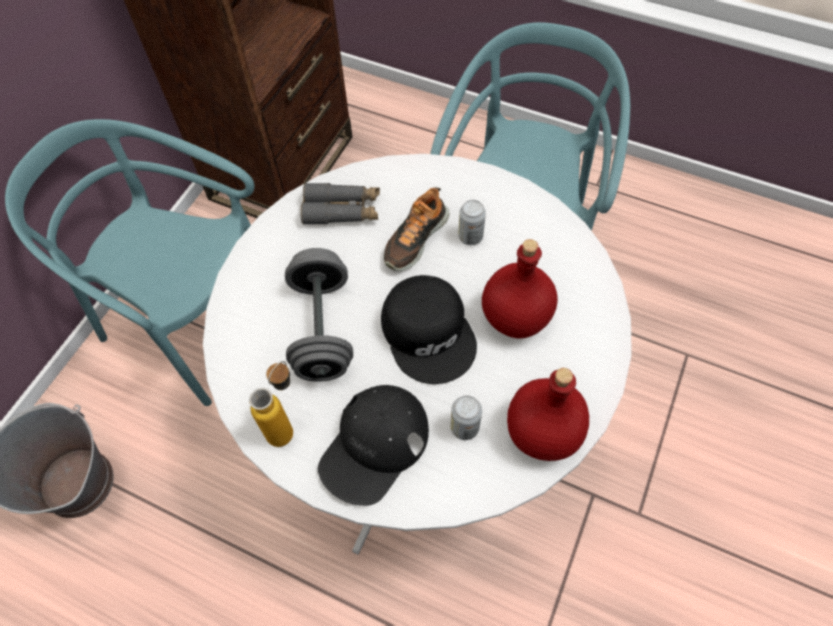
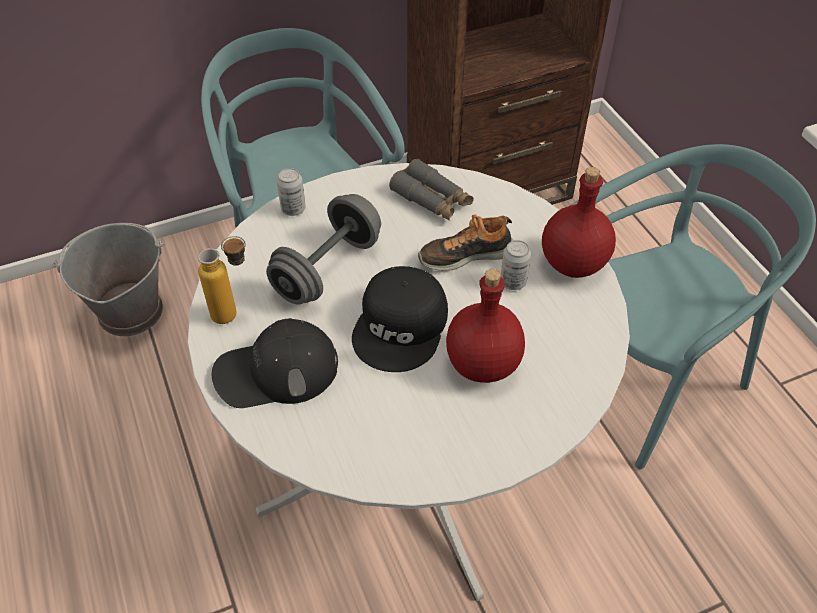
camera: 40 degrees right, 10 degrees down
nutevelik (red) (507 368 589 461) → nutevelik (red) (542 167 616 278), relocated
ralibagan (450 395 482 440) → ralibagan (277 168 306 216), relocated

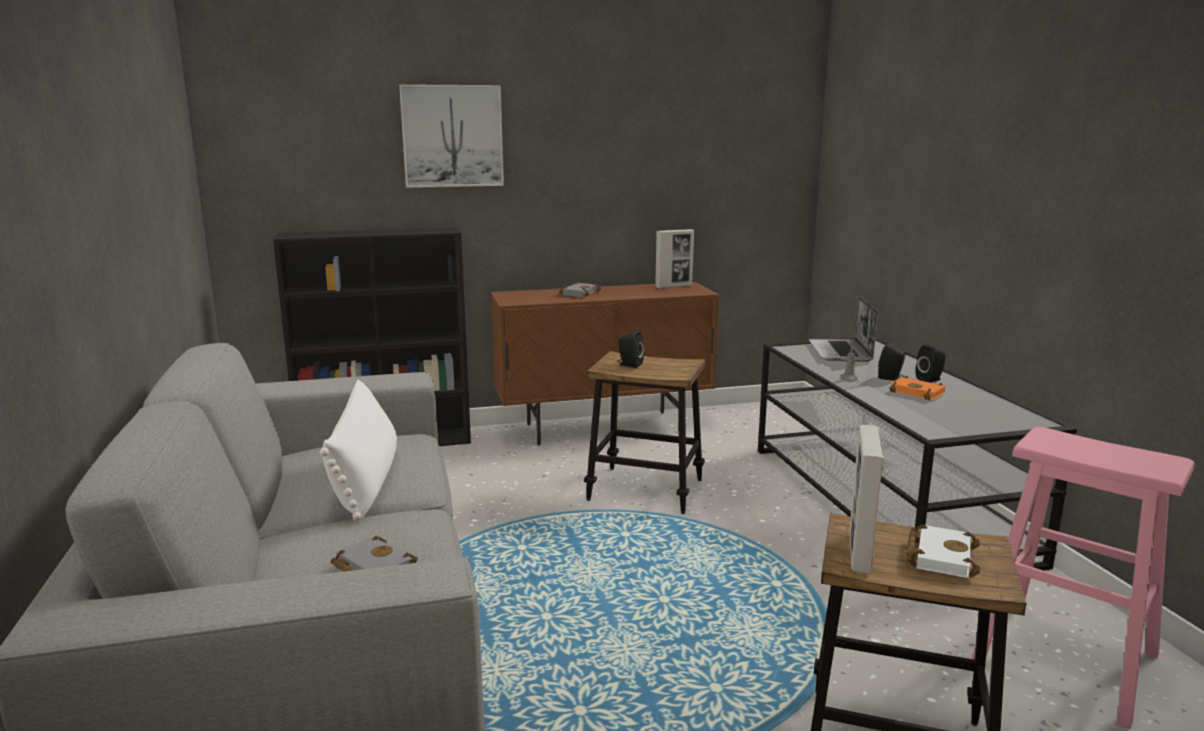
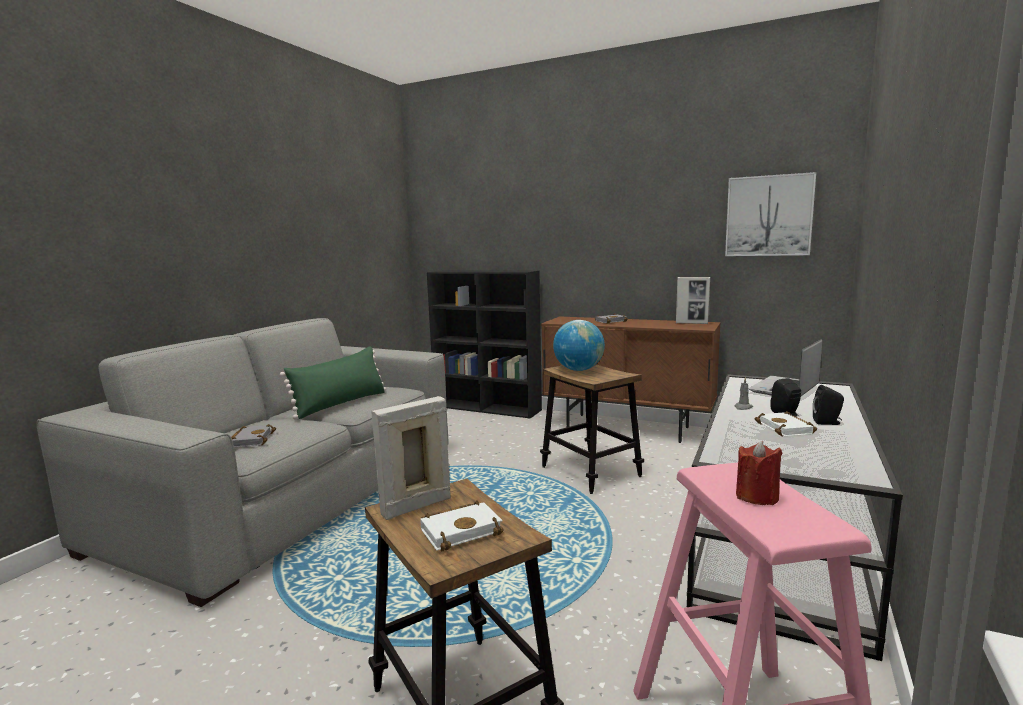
camera: 40 degrees right, 5 degrees down
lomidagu (399 84 504 188) → lomidagu (725 172 816 256), relocated
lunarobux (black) (618 331 644 368) → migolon (553 320 605 371)
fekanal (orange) (889 375 945 400) → fekanal (white) (754 411 817 436)
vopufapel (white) (320 380 397 521) → vopufapel (green) (280 346 386 419)
- → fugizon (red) (736 441 783 505)

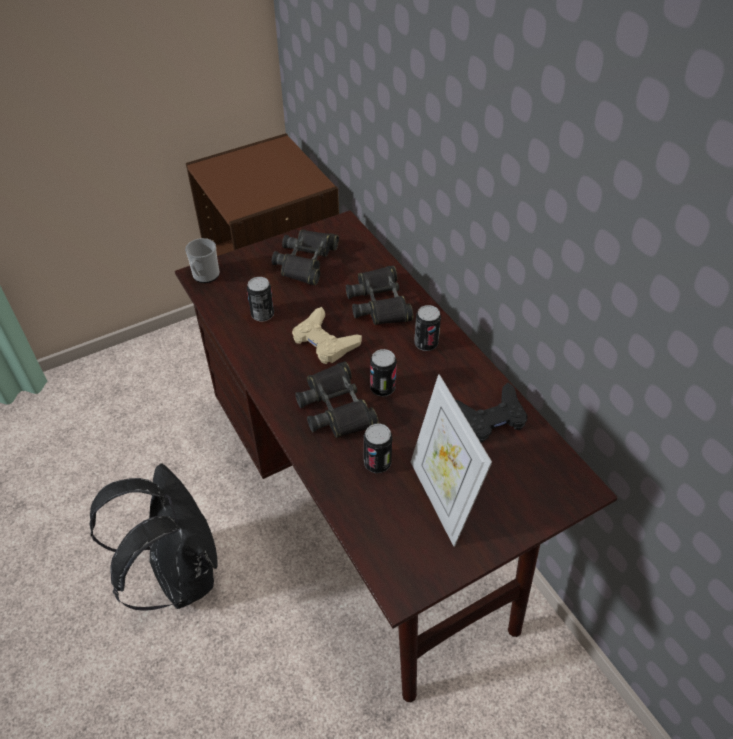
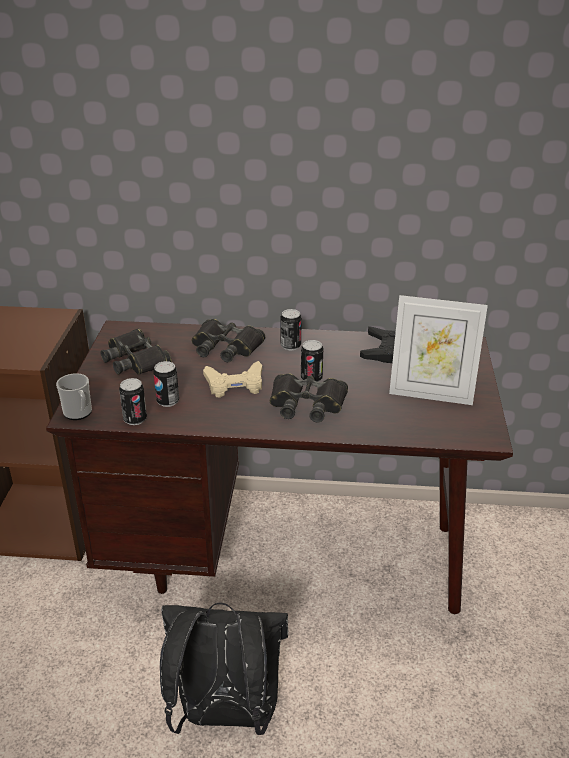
camera: 55 degrees left, 15 degrees down
ralibagan (364 424 392 473) → ralibagan (119 378 147 425), relocated

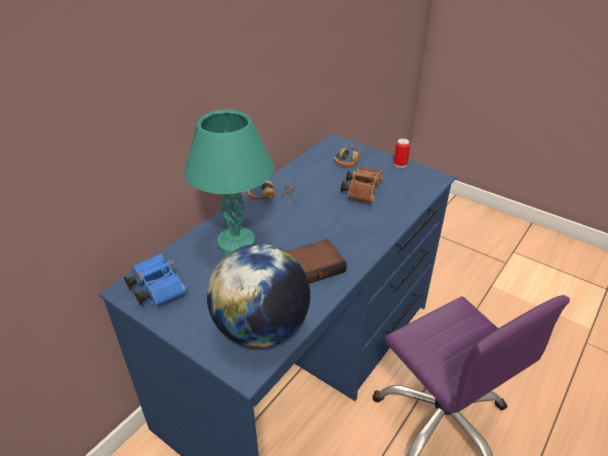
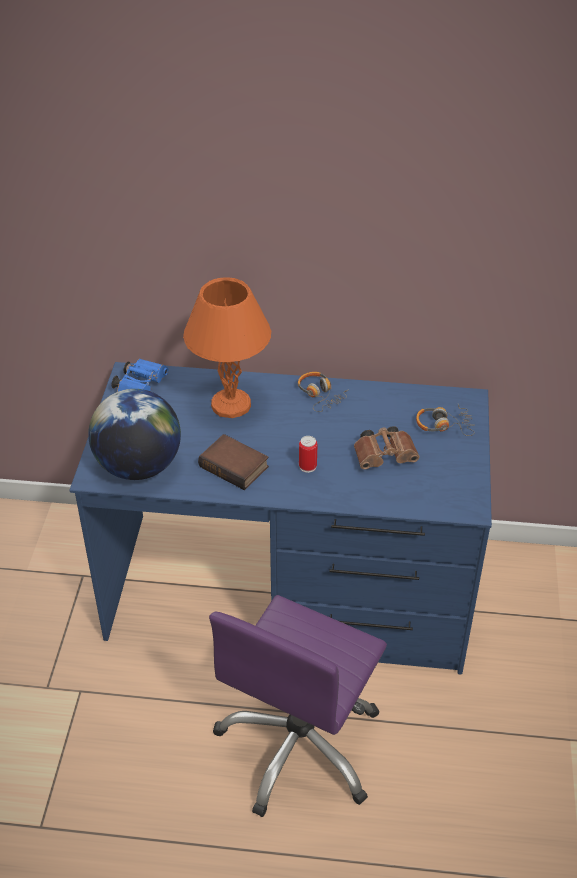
camera: 60 degrees right, 5 degrees up
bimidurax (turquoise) (184 109 274 254) → bimidurax (orange) (183 277 271 418)
ralibagan (394 138 410 168) → ralibagan (299 436 317 473), relocated

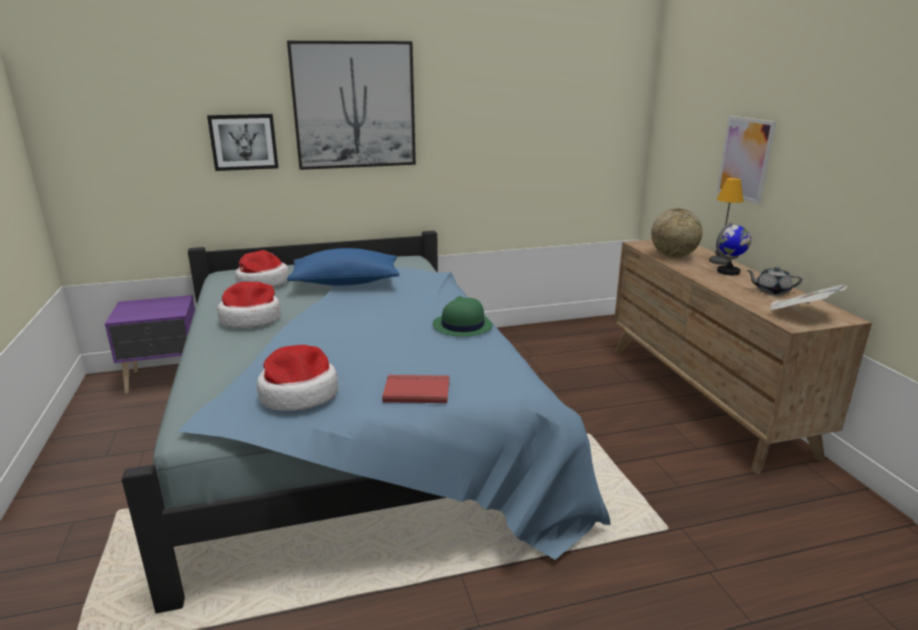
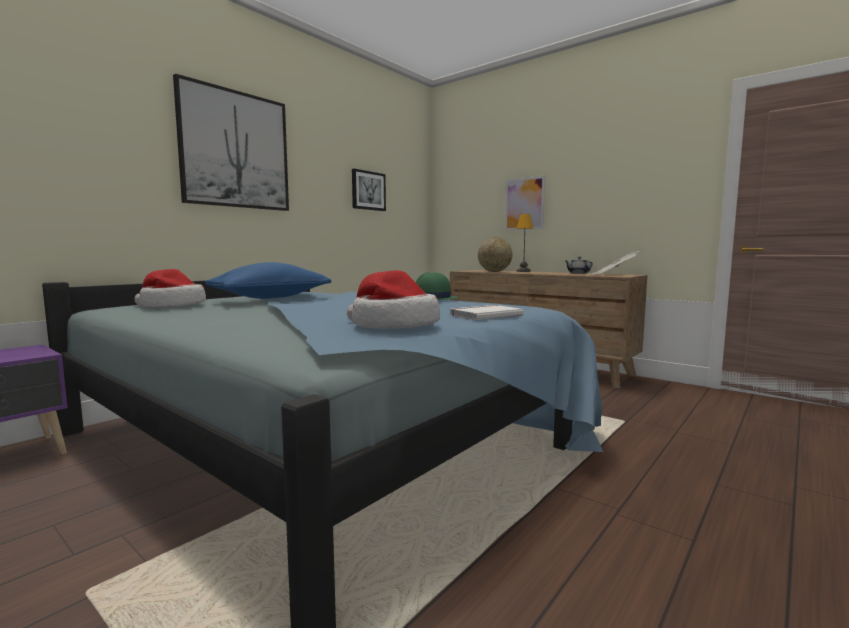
camera: 35 degrees left, 15 degrees down
lomidagu (207 114 278 171) → lomidagu (352 169 386 211), relocated
migolon (716 222 751 275) → -
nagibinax (217 282 281 328) → -
fekanal (red) (382 375 449 403) → fekanal (white) (449 305 524 320)

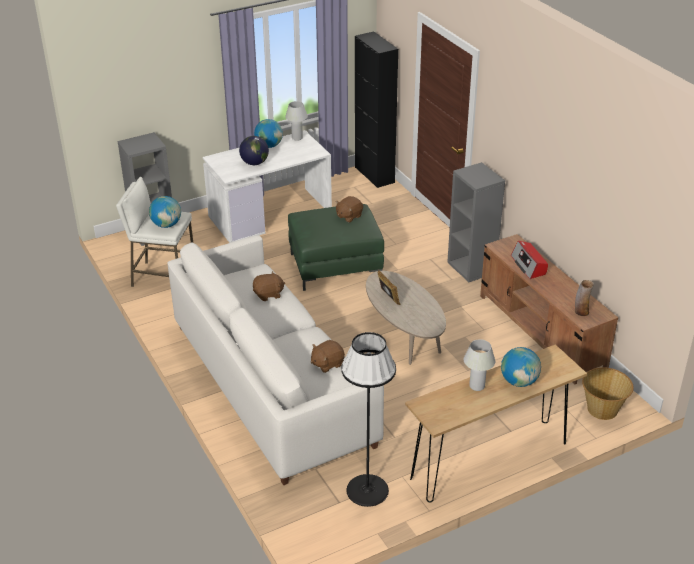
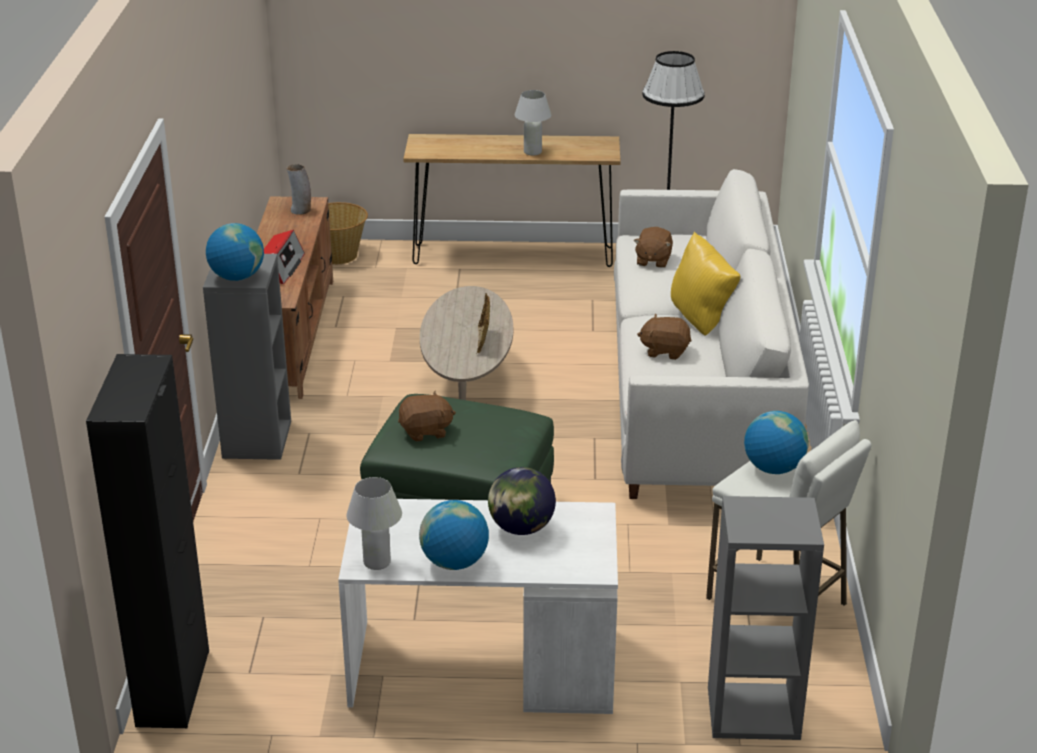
camera: 150 degrees left, 5 degrees down
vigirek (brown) (311 340 345 373) → vigirek (brown) (634 227 673 268), 105 degrees clockwise
migolon (501 347 541 387) → migolon (206 223 264 281), relocated
- → vopufapel (yellow) (671 232 741 336)

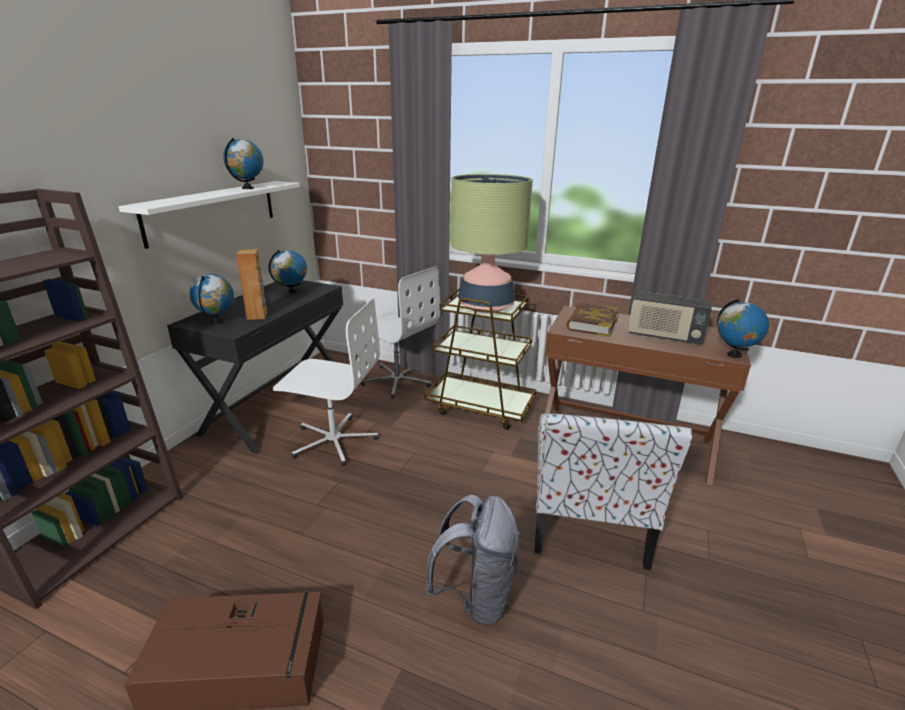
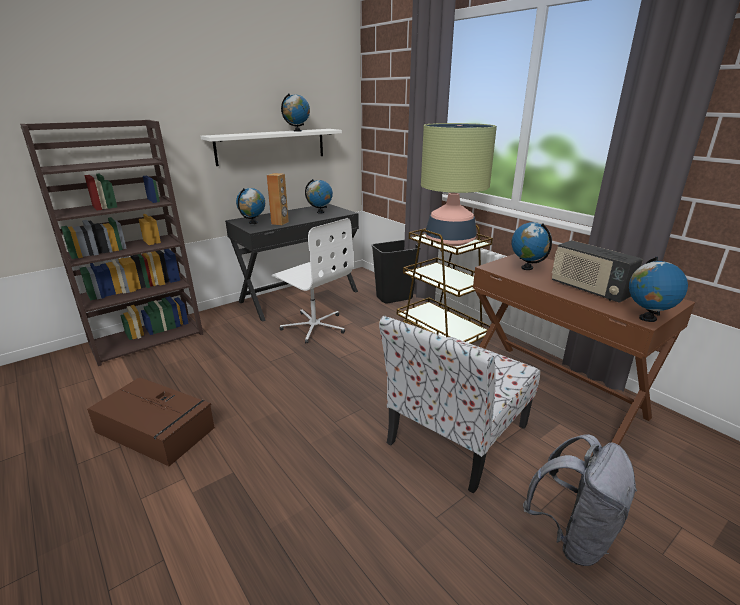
camera: 30 degrees right, 0 degrees up
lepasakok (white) (361 266 440 398) → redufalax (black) (371 240 420 303)
fekanal (566 303 619 337) → migolon (512 222 552 270)
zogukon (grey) (425 494 521 625) → zogukon (grey) (523 434 637 566), relocated

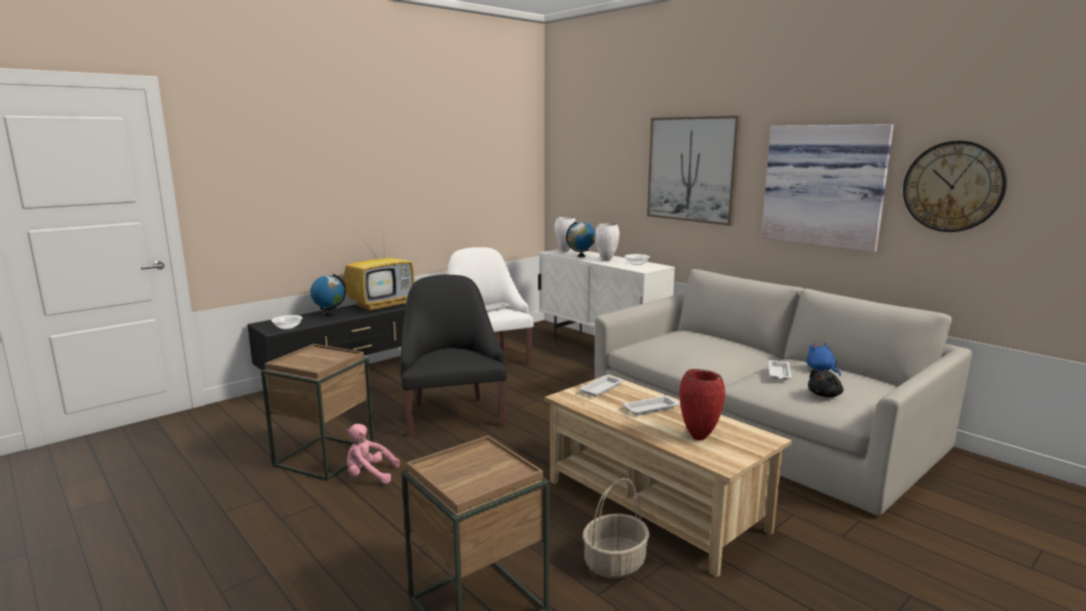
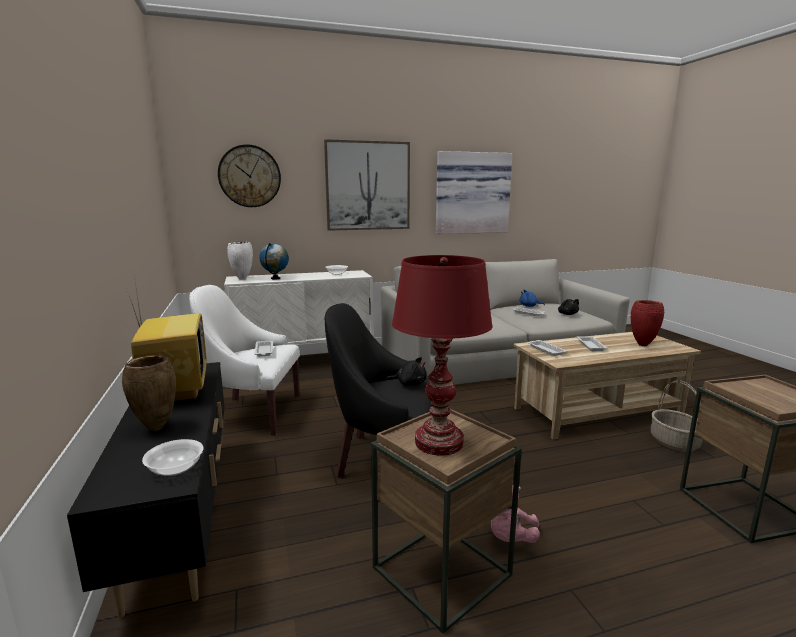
camera: 65 degrees left, 0 degrees up
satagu (903 141 1007 232) → satagu (218 144 281 207), relocated
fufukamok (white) (595 223 619 261) → -
migolon (310 274 346 316) → fufukamok (brown) (122 355 176 431)
- → bimidurax (red) (392 255 493 456)
- → vigirek (black) (386 357 427 386)

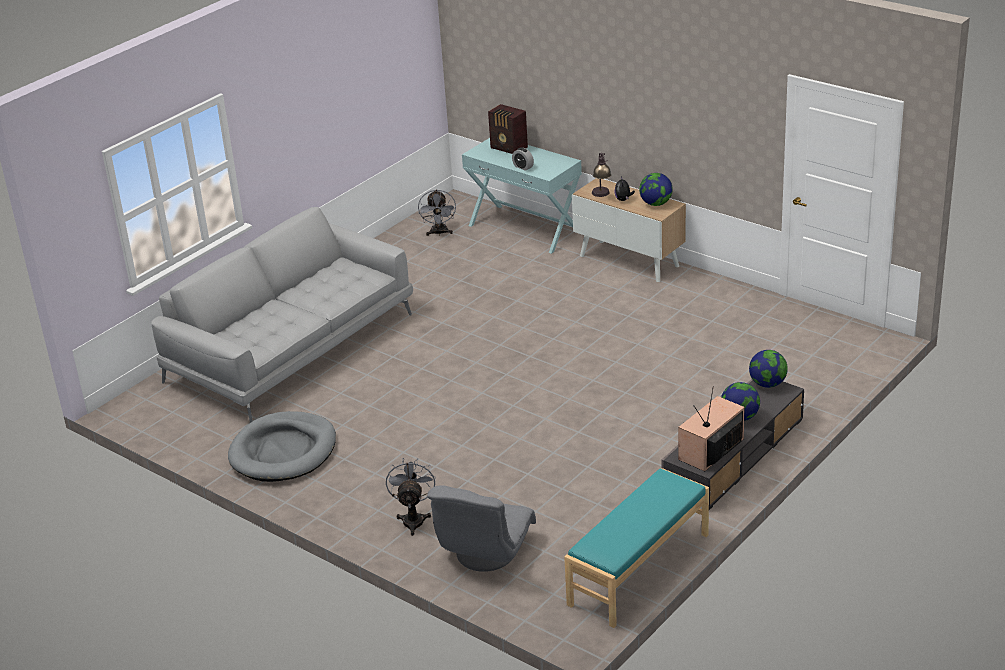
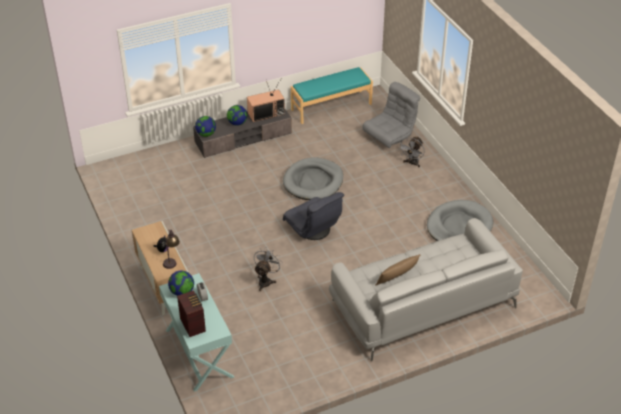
camera: 155 degrees left, 10 degrees up
migolon (639 173 673 206) → migolon (168 271 194 296), relocated
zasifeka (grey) (418 190 456 236) → zasifeka (grey) (254 247 283 291), relocated
- → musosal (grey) (283 158 343 200)
- → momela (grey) (283 192 344 240)
- → vopufapel (brown) (375 254 421 286)

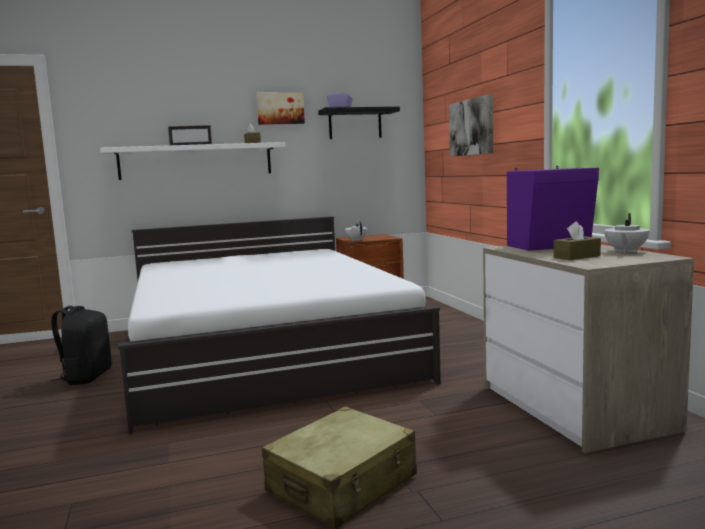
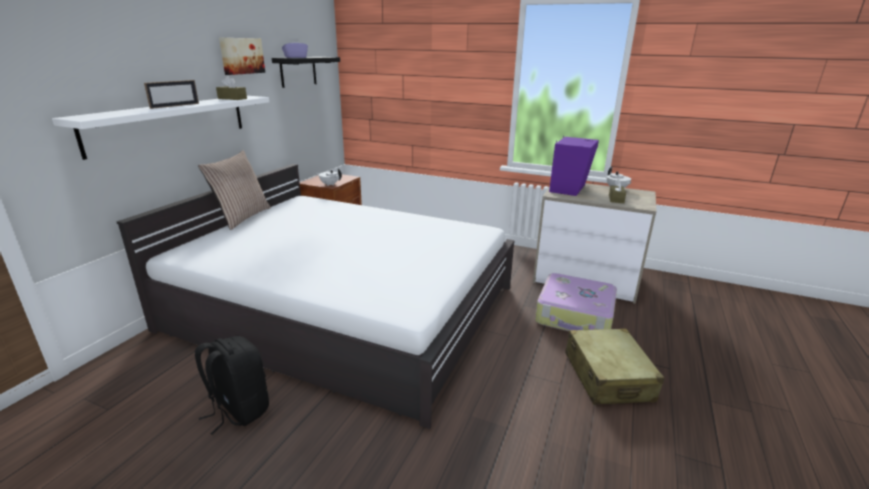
camera: 50 degrees left, 15 degrees up
lomidagu (449 94 493 157) → -
- → vopufapel (198 150 271 230)
- → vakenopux (535 273 617 331)

